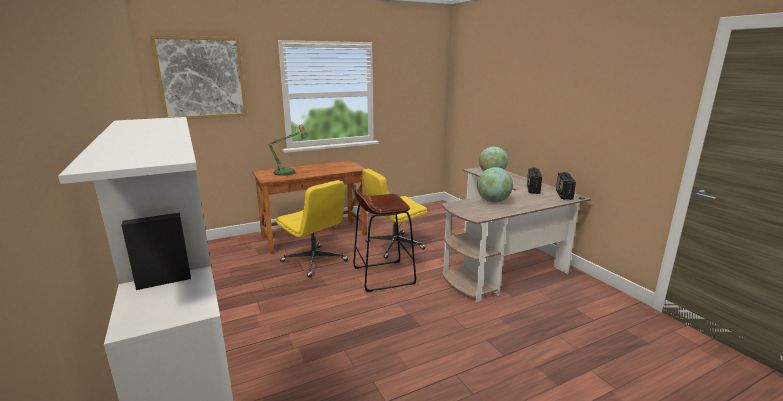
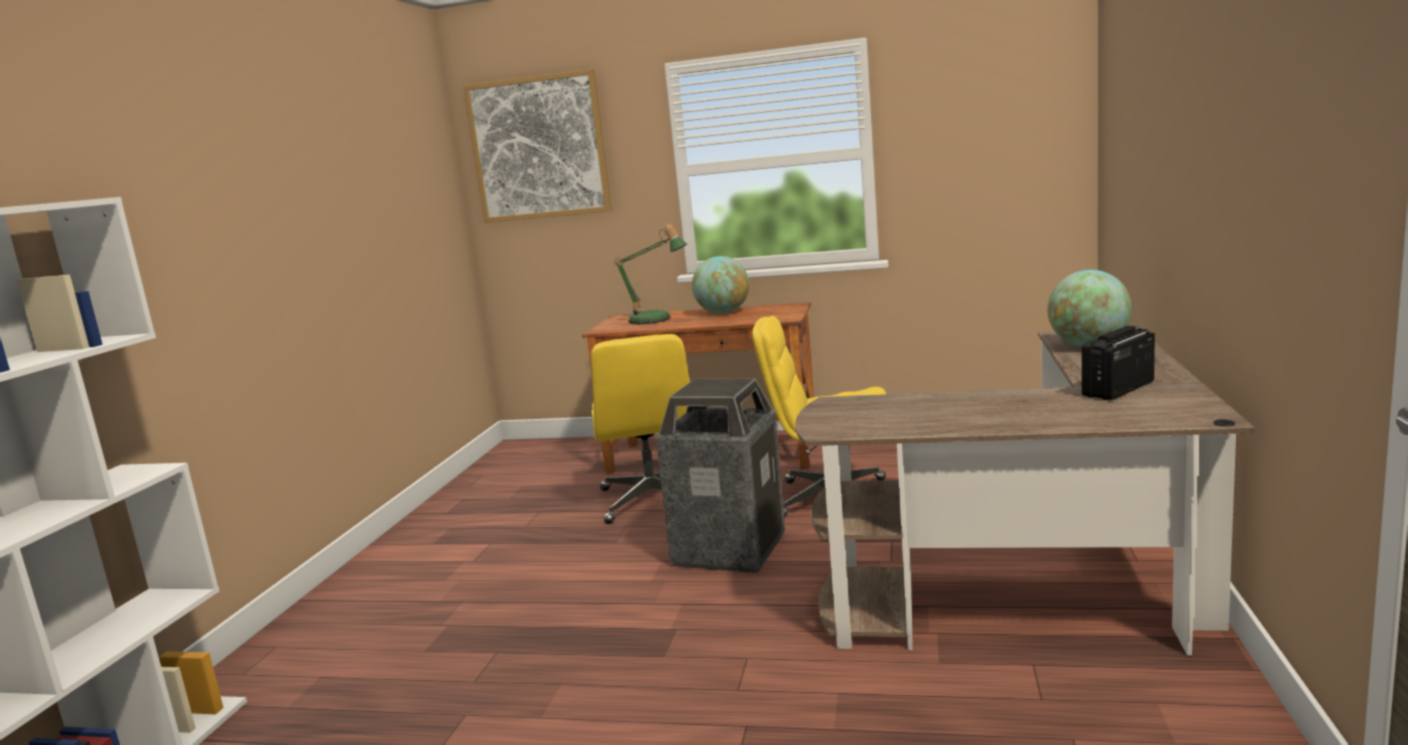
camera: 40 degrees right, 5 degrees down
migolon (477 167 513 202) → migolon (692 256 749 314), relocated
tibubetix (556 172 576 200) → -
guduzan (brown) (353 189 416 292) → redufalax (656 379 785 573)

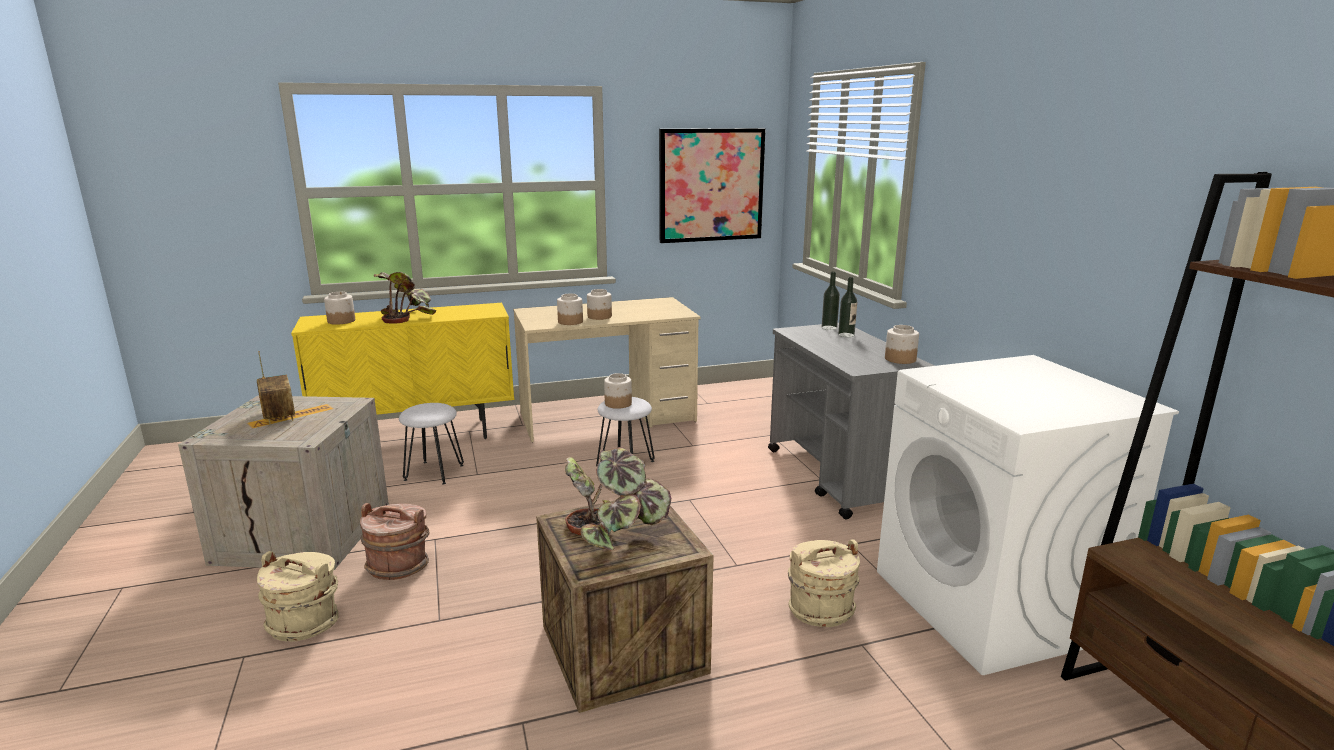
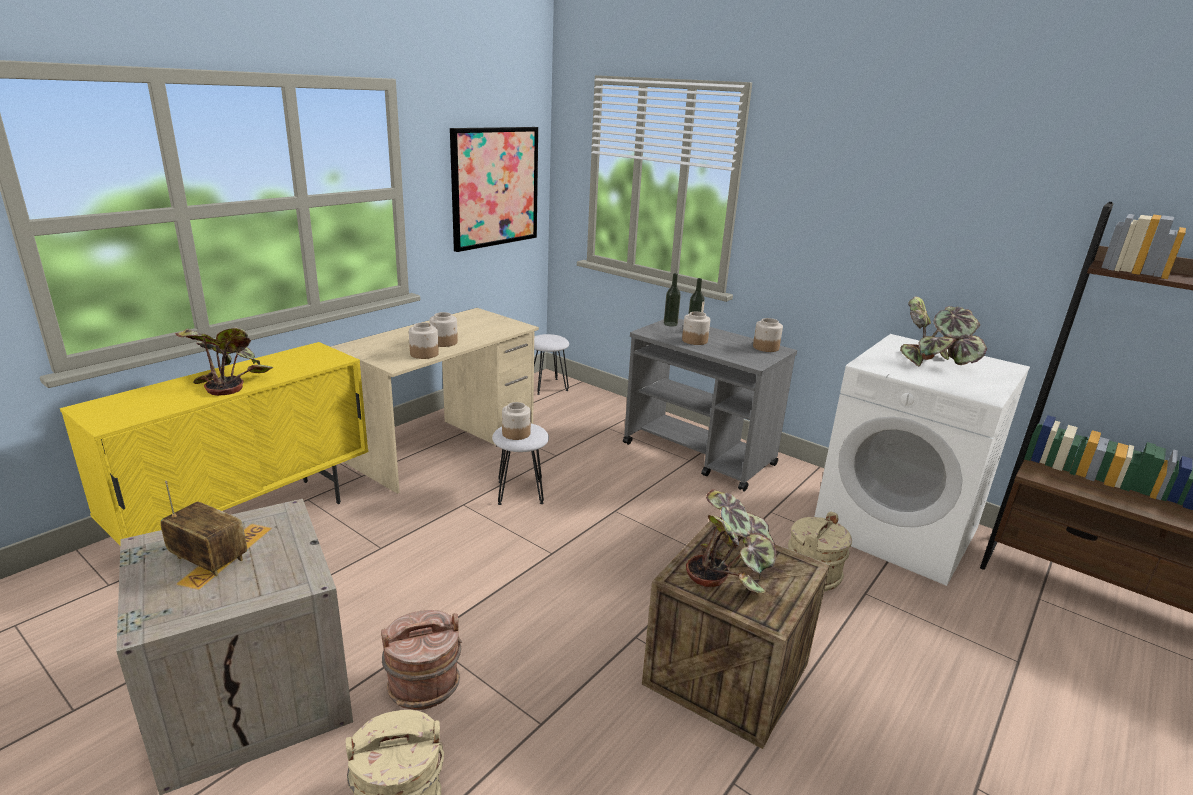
camera: 35 degrees left, 5 degrees up
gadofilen (324 292 355 325) → gadofilen (682 312 710 345), relocated
guduzan (white) (399 403 464 484) → guduzan (white) (534 334 569 395), relocated
- → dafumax (900 296 987 366)

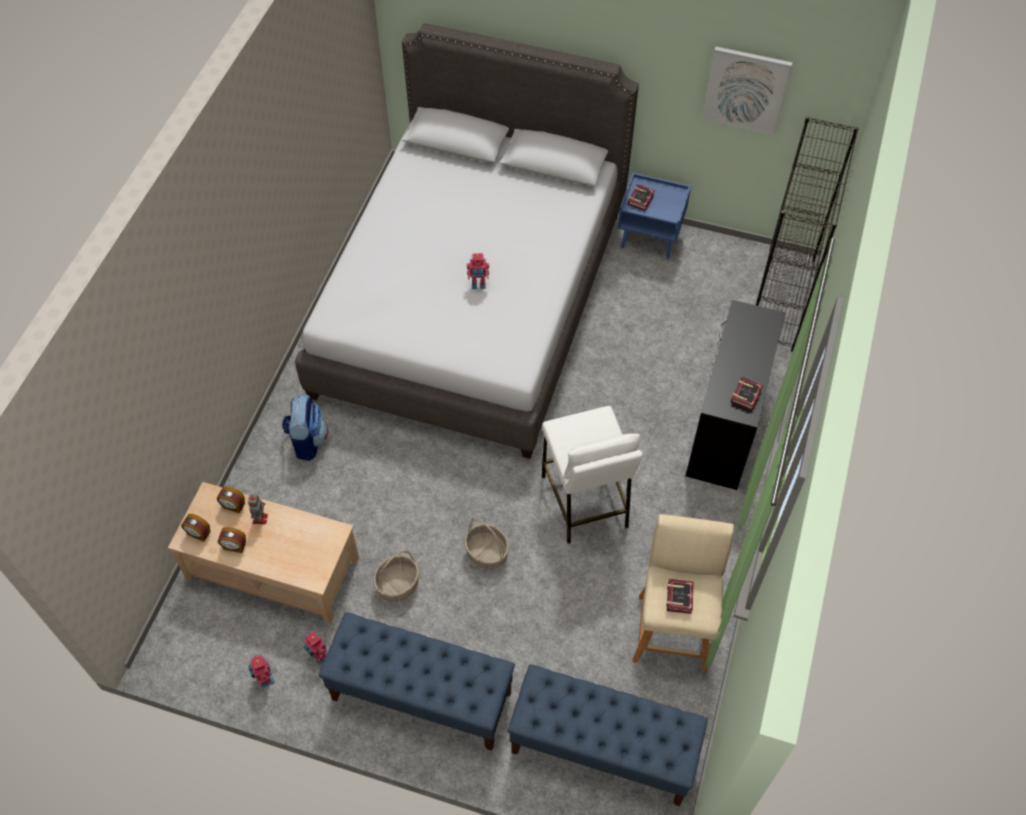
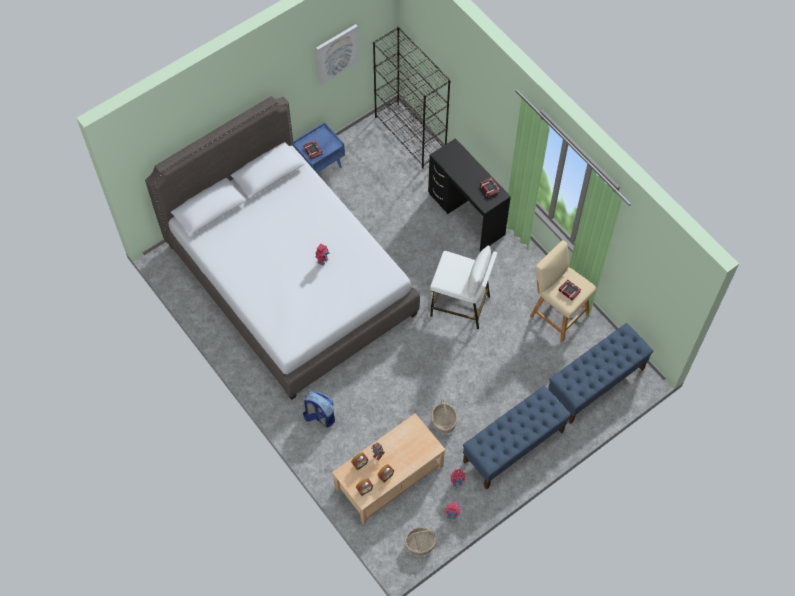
camera: 55 degrees left, 5 degrees up
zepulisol (464 518 509 570) → zepulisol (405 527 436 556), relocated

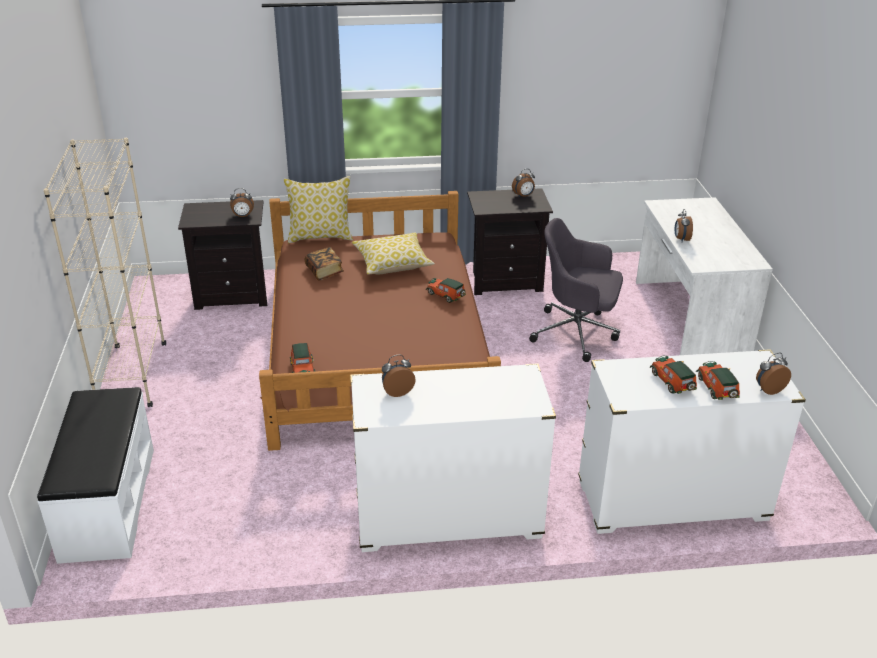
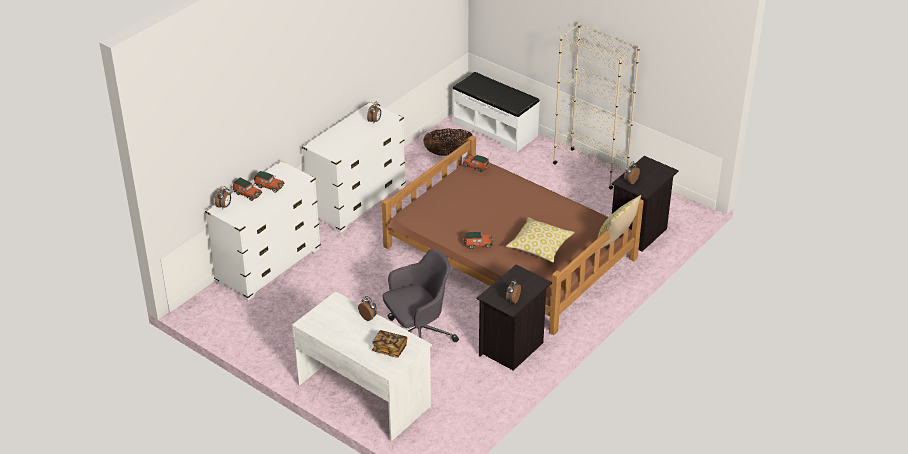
camera: 135 degrees right, 5 degrees up
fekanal (305 247 344 281) → fekanal (372 330 407 358), relocated
- → zepulisol (423 128 473 156)

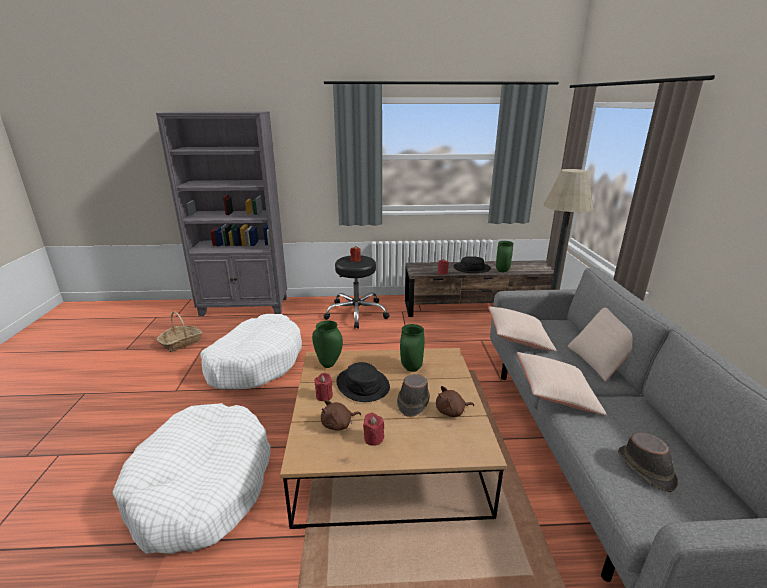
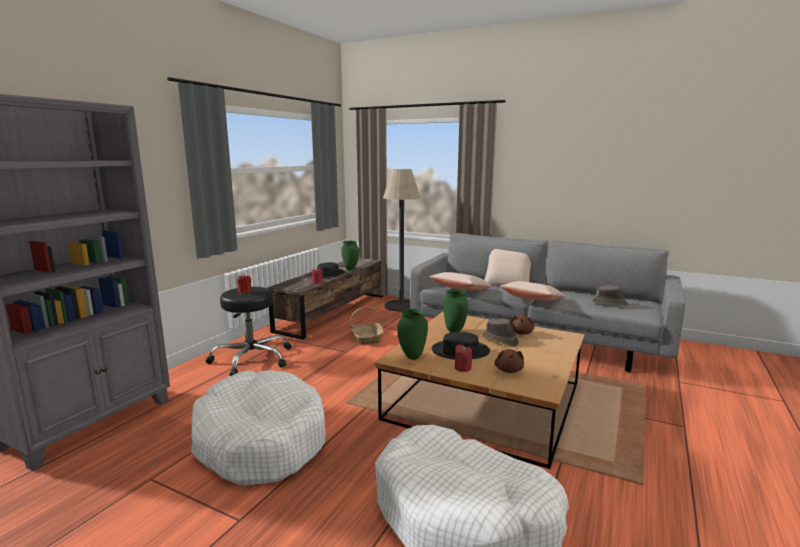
camera: 60 degrees left, 10 degrees down
zepulisol (157 312 202 352) → zepulisol (350 307 383 345), relocated
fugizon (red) (363 412 384 446) → -

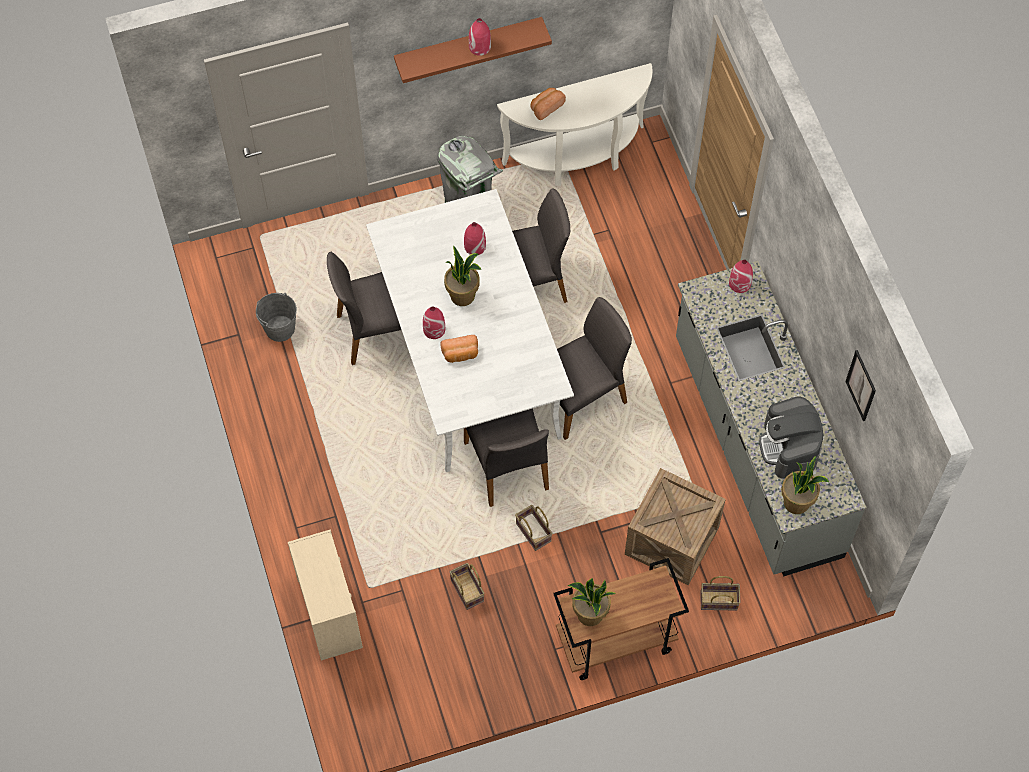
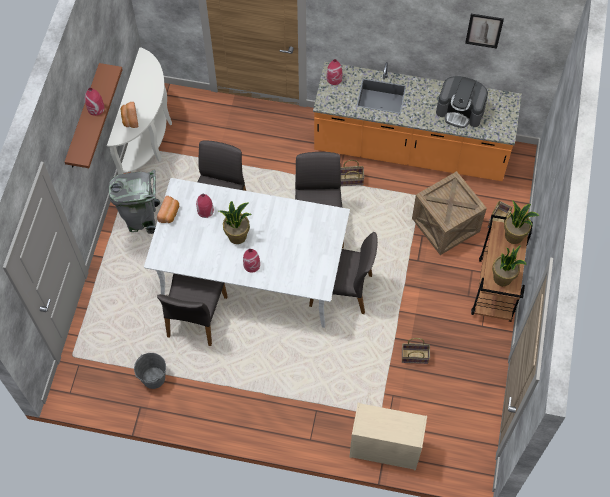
camera: 60 degrees left, 0 degrees up
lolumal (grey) (676 261 867 576) → lolumal (orange) (313 62 522 181)
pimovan (441 335 478 363) → pimovan (157 196 179 223), relocated
dafumax (781 456 829 514) → dafumax (504 201 539 244), relocated
zepulisol (515 505 552 551) → zepulisol (340 160 364 186), relocated

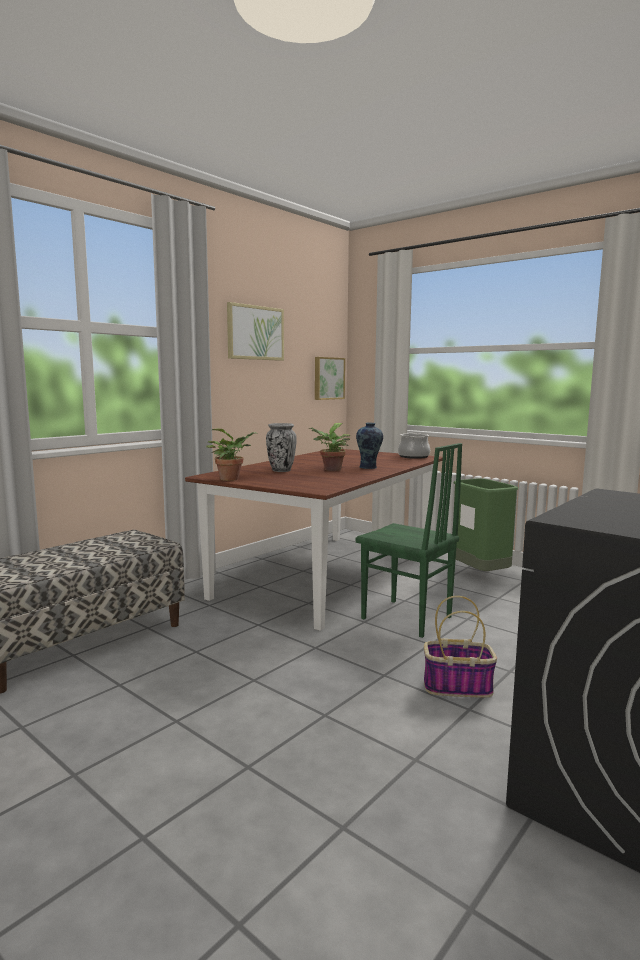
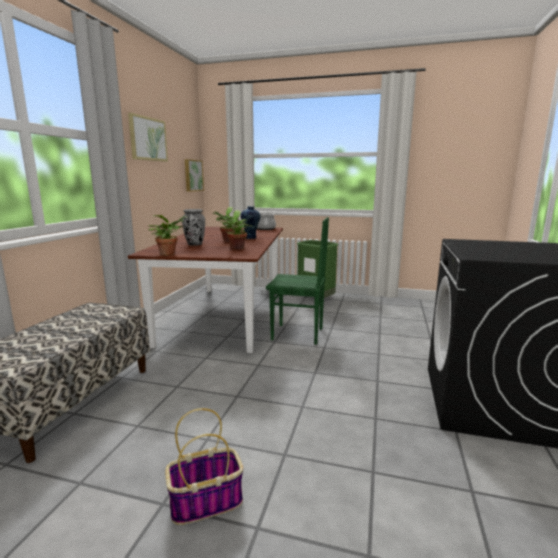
camera: 25 degrees left, 5 degrees up
zepulisol (424 596 497 698) → zepulisol (165 408 244 525), relocated
- → dafumax (219 211 253 249)

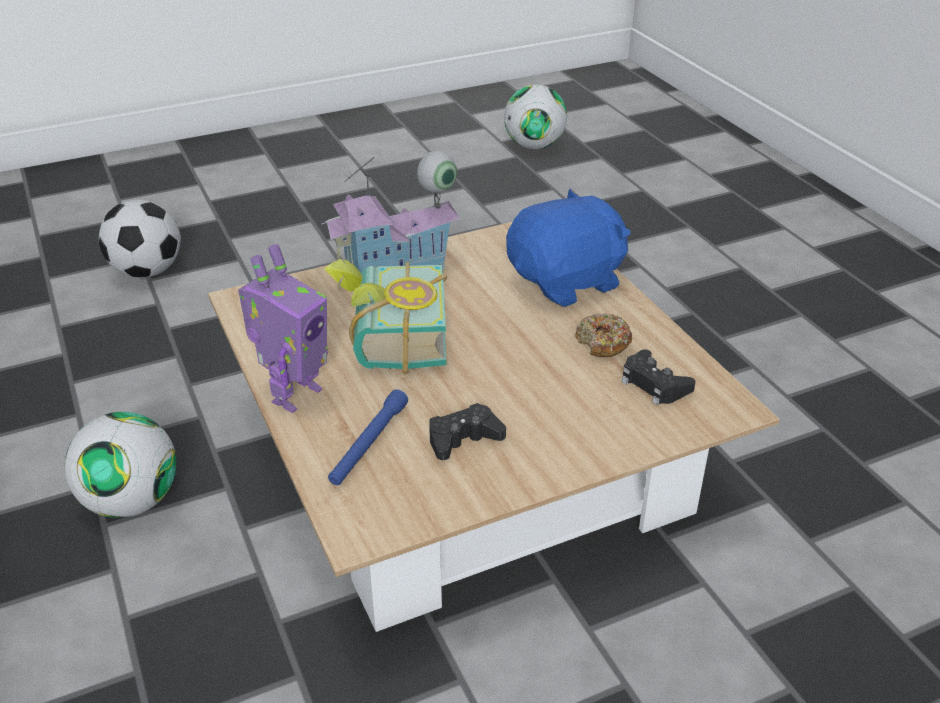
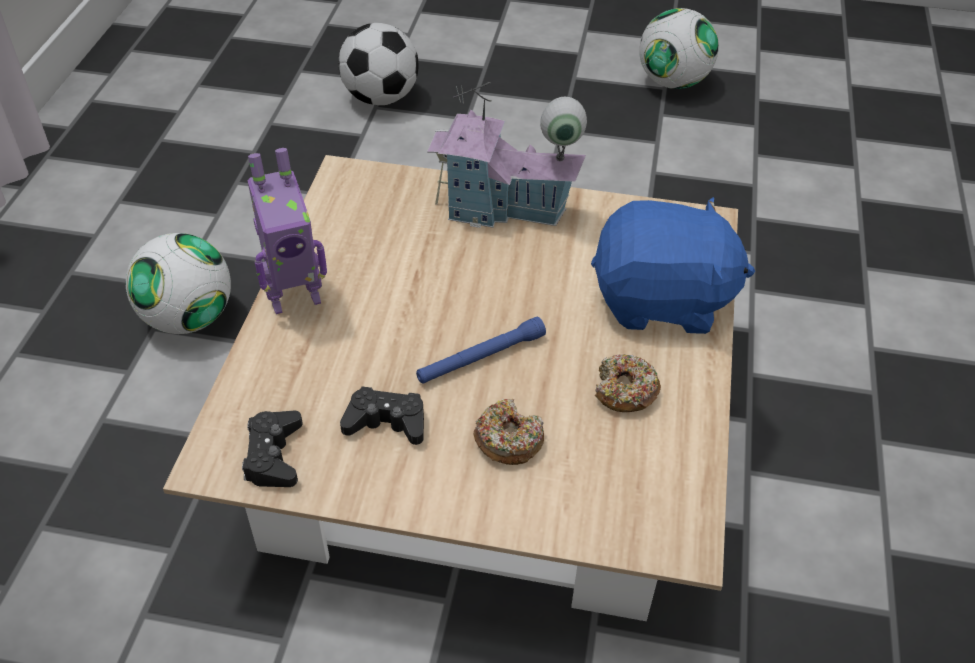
camera: 35 degrees right, 10 degrees up
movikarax (504 85 567 149) → movikarax (639 8 719 89), relocated
fekanal (324 259 447 374) → -
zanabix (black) (621 349 696 405) → zanabix (black) (242 411 303 487), relocated
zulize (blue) (328 389 408 485) → zulize (blue) (416 317 546 384), relocated
- → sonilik (474 399 544 465)

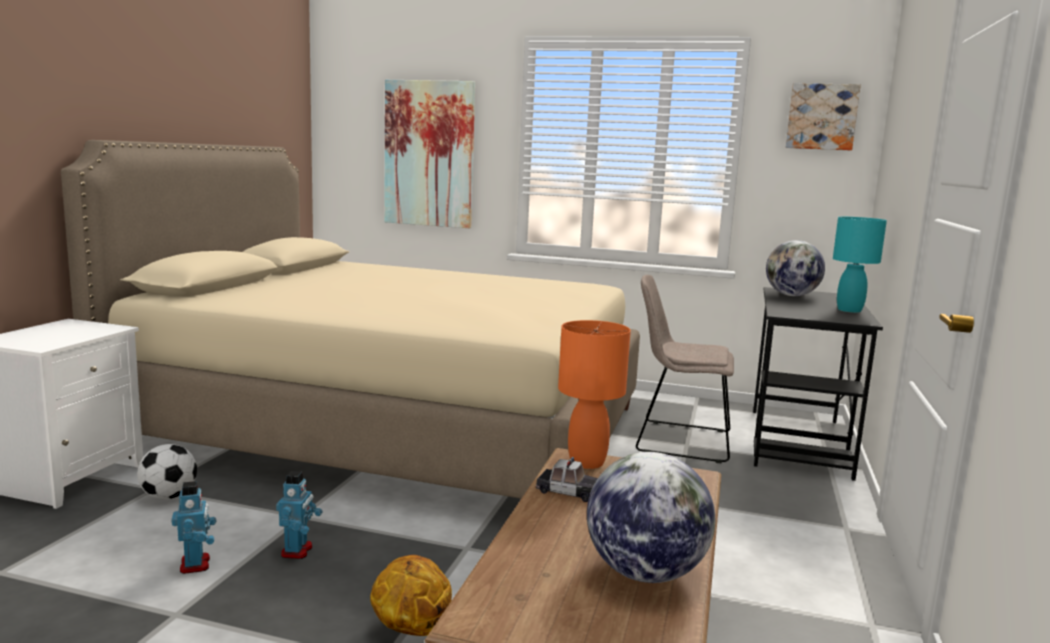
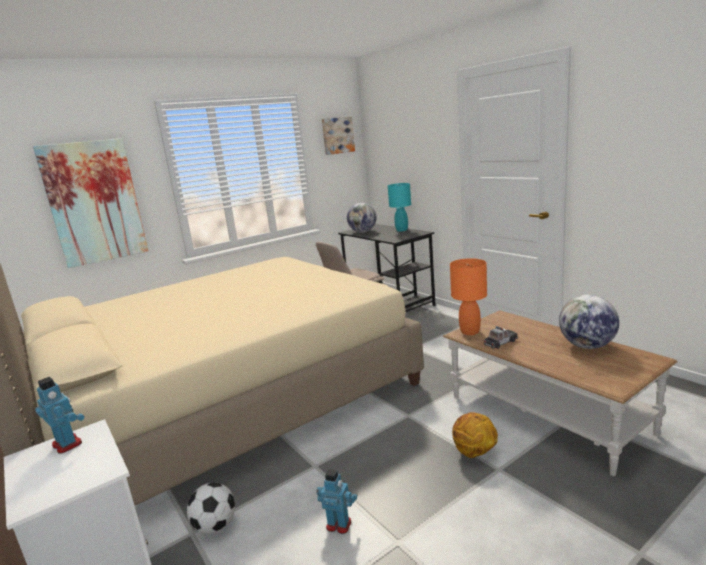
camera: 50 degrees left, 5 degrees up
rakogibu (276 471 323 559) → rakogibu (35 377 84 453), relocated

